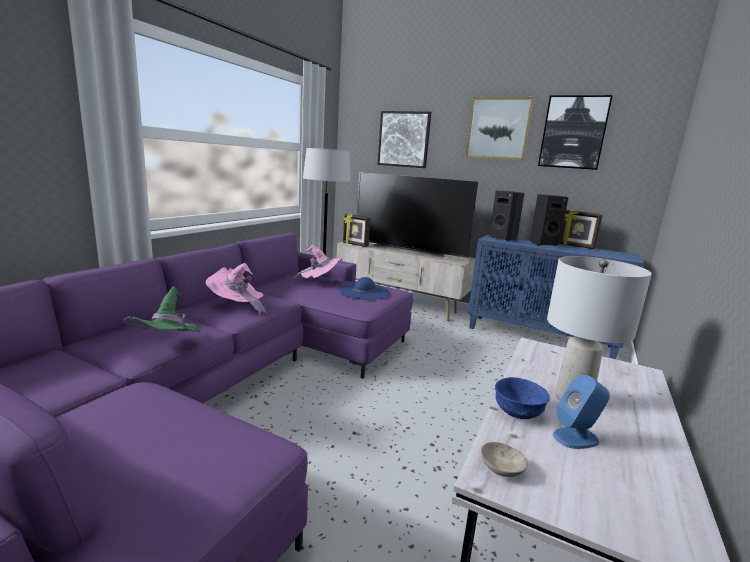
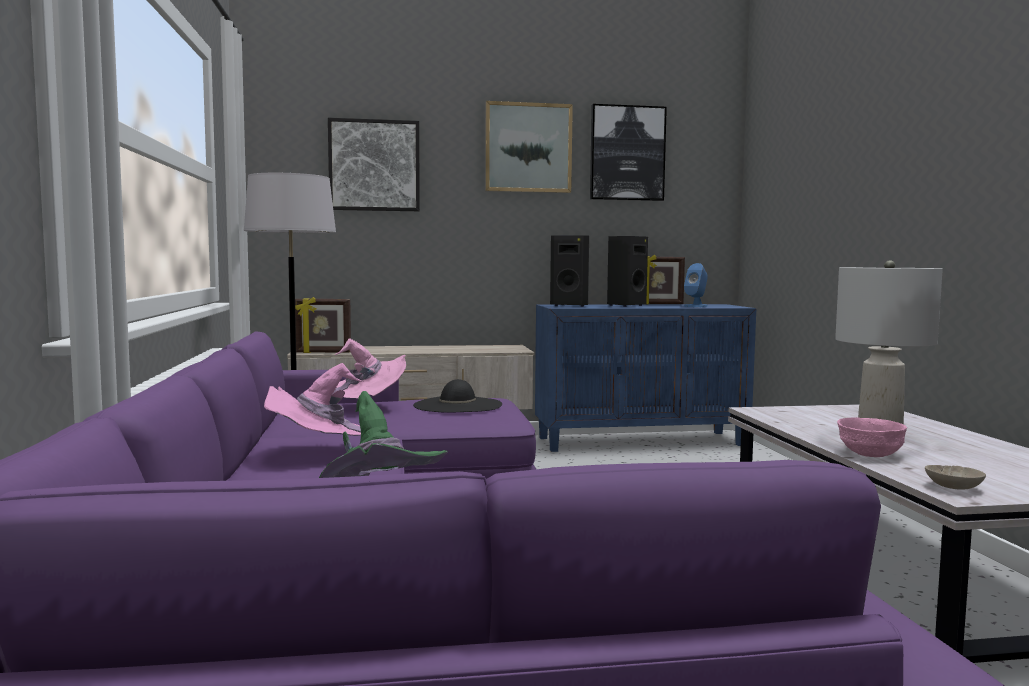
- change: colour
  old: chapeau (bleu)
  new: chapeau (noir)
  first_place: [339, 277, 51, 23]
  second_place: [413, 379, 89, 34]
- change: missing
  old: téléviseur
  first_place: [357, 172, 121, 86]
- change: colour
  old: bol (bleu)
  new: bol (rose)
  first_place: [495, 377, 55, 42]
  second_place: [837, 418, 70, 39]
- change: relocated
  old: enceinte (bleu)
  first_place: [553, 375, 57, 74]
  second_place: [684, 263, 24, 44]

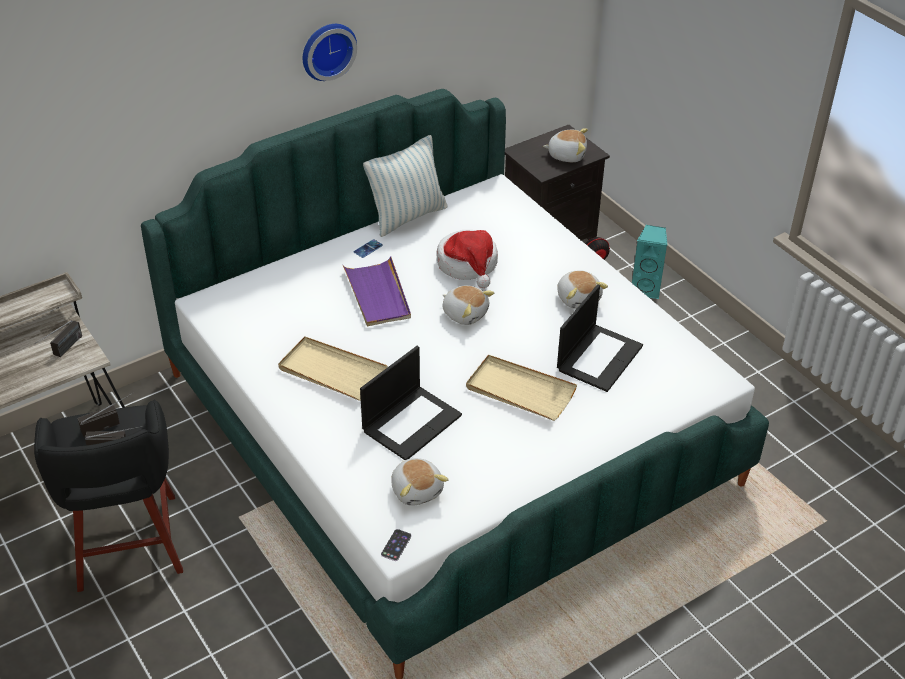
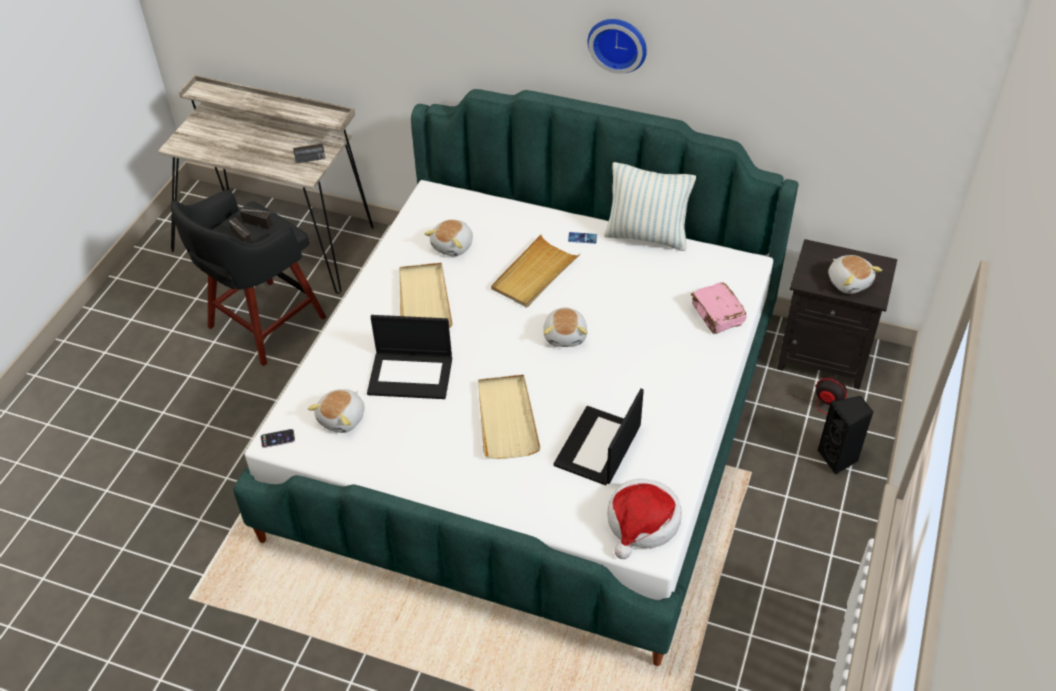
- change: colour
  old: plateau (violet)
  new: plateau (beige)
  first_place: [343, 256, 68, 70]
  second_place: [491, 235, 89, 73]
- change: relocated
  old: chapeau
  first_place: [436, 230, 62, 58]
  second_place: [607, 479, 75, 80]
- change: relocated
  old: peluche
  first_place: [557, 270, 51, 39]
  second_place: [425, 220, 48, 36]
- change: spun
  old: ordinateur portable
  first_place: [557, 284, 86, 108]
  second_place: [553, 388, 91, 97]
  degrees: 120
- change: colour
  old: enceinte (turquoise)
  new: enceinte (noir)
  first_place: [632, 225, 35, 74]
  second_place: [818, 396, 55, 79]
- change: appeared
  new: livre (rose)
  second_place: [691, 282, 56, 52]

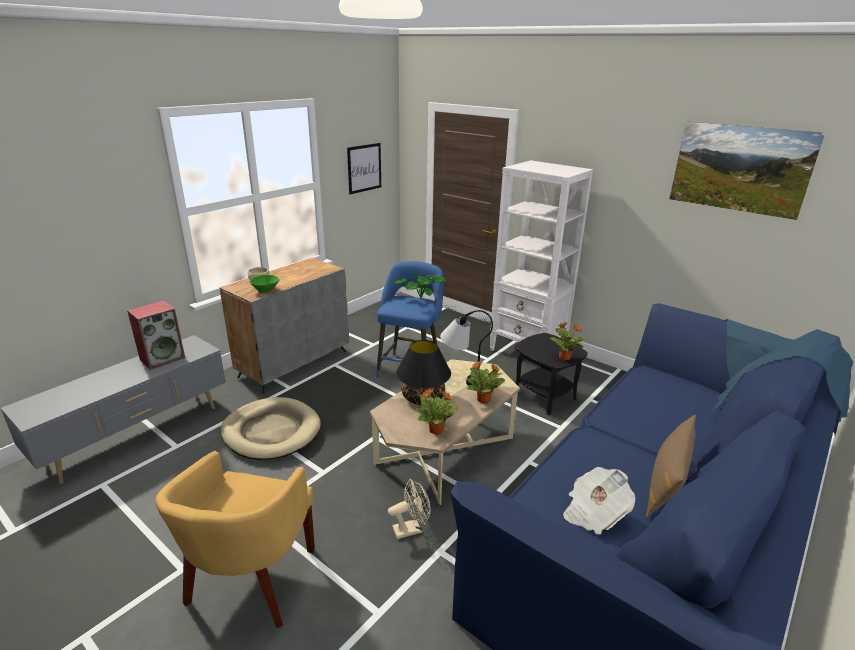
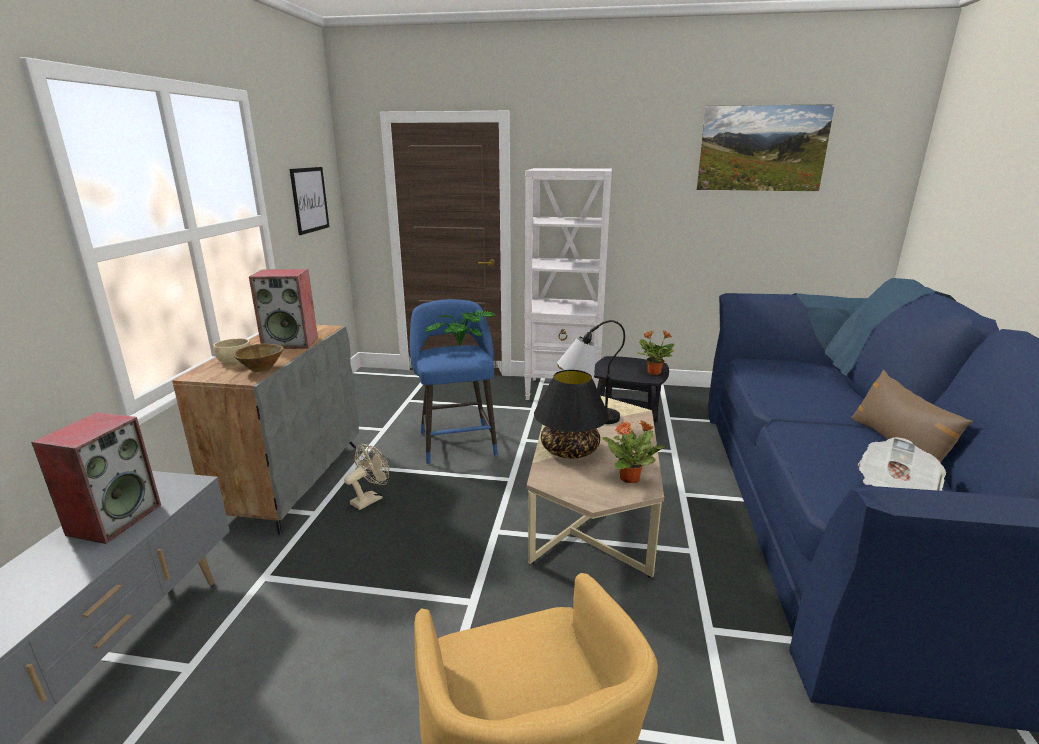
- change: missing
  old: panier pour chien (beige)
  first_place: [221, 397, 100, 63]
- change: colour
  old: bol (vert)
  new: bol (marron)
  first_place: [249, 274, 31, 19]
  second_place: [234, 344, 50, 28]
- change: relocated
  old: ventilateur (beige)
  first_place: [388, 479, 43, 60]
  second_place: [344, 444, 45, 66]
- change: missing
  old: plante en pot
  first_place: [466, 361, 39, 43]
- change: appeared
  new: enceinte
  second_place: [249, 269, 69, 80]

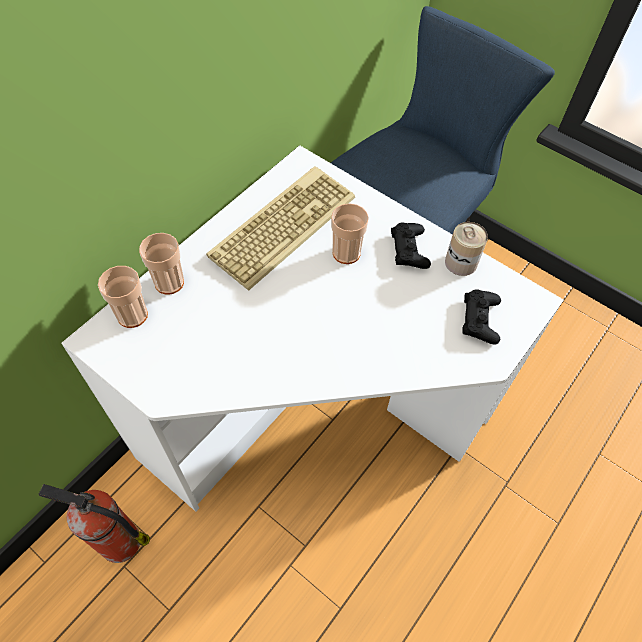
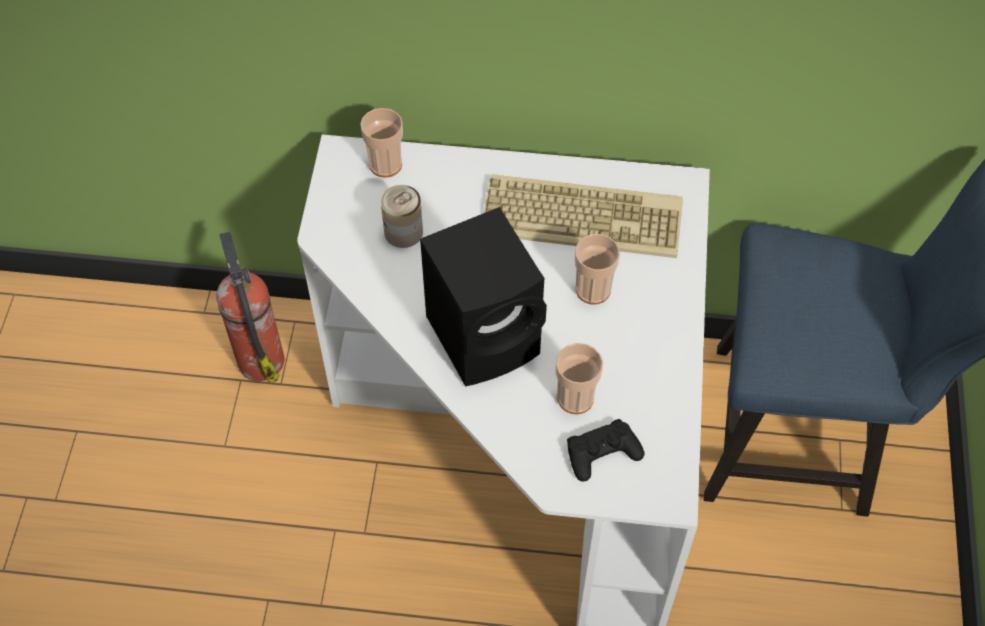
- change: relocated
  old: tasse
  first_place: [139, 233, 45, 62]
  second_place: [556, 343, 47, 71]
- change: missing
  old: manette (noir)
  first_place: [391, 223, 40, 46]
- change: relocated
  old: boîte métallique
  first_place: [445, 222, 43, 54]
  second_place: [381, 185, 42, 63]
- change: appeared
  new: enceinte (noir)
  second_place: [420, 207, 127, 179]

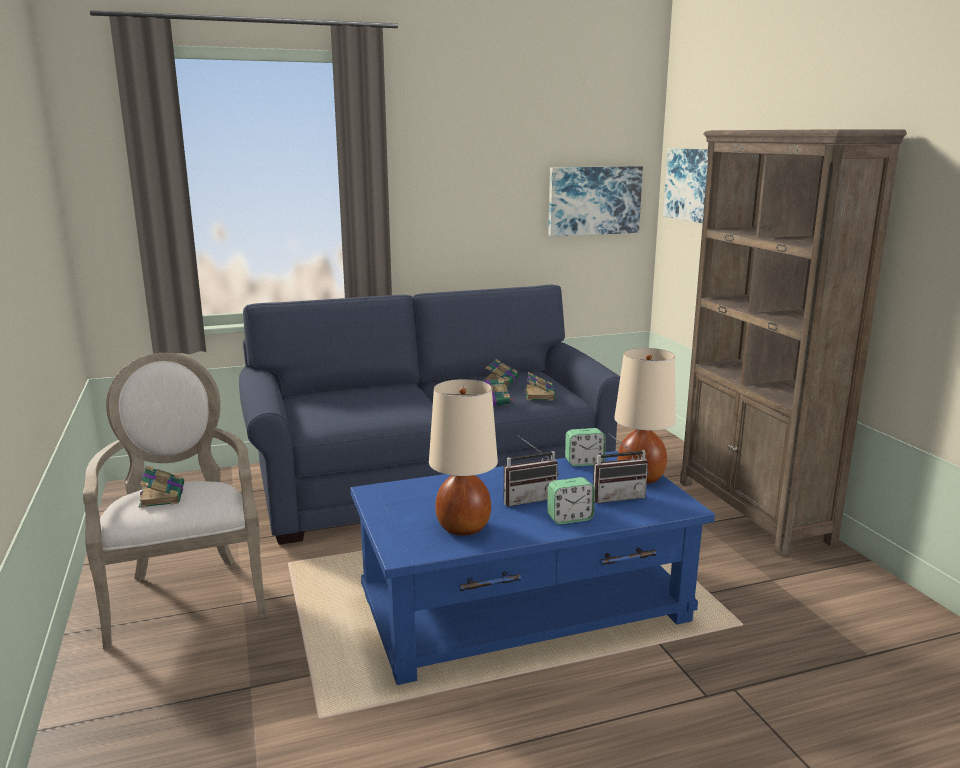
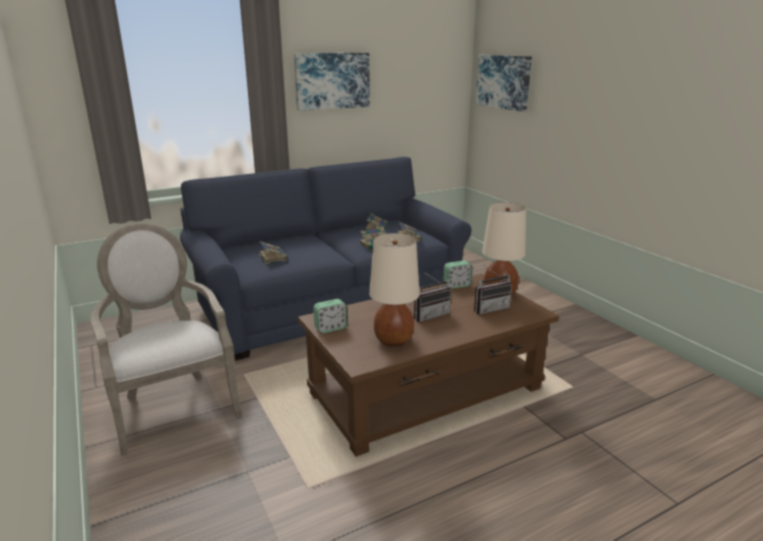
- change: relocated
  old: livre
  first_place: [139, 466, 45, 42]
  second_place: [259, 241, 29, 23]
- change: colour
  old: table basse (bleu)
  new: table basse (marron)
  first_place: [350, 451, 365, 234]
  second_place: [298, 274, 261, 183]
- change: relocated
  old: réveil
  first_place: [547, 477, 48, 47]
  second_place: [313, 299, 35, 34]
- change: relocated
  old: tableau
  first_place: [548, 166, 95, 70]
  second_place: [294, 53, 76, 58]
- change: missing
  old: bibliothèque (marron)
  first_place: [680, 129, 227, 427]

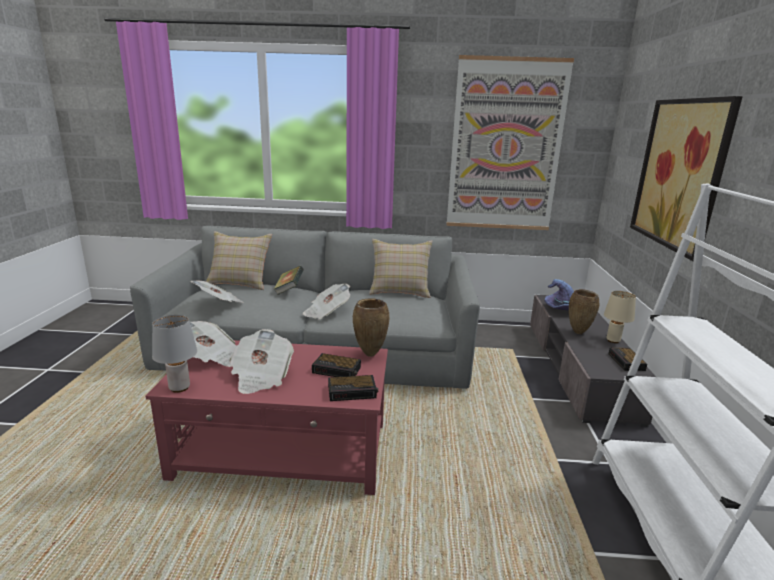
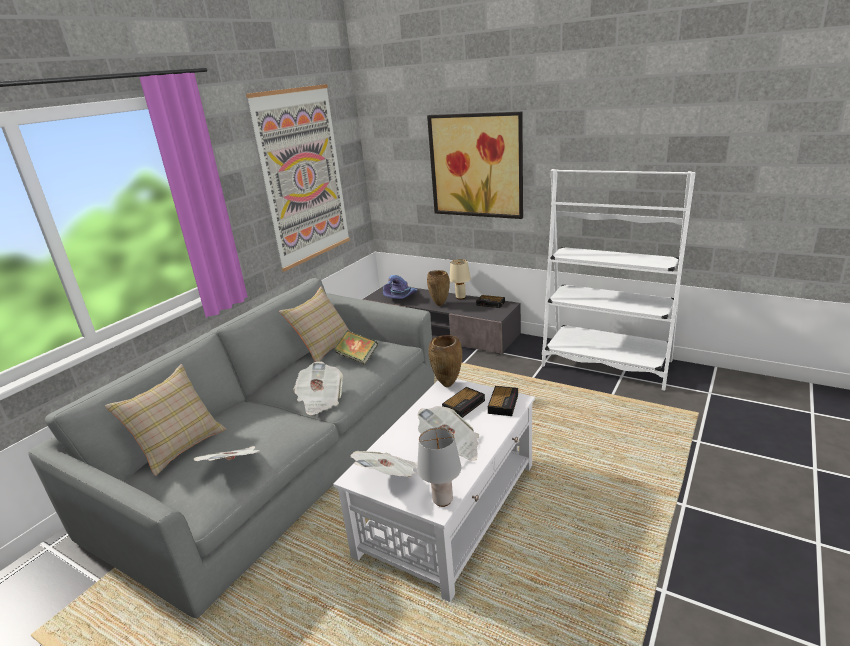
- change: colour
  old: table basse (rouge)
  new: table basse (blanc)
  first_place: [145, 340, 243, 155]
  second_place: [333, 379, 202, 223]
- change: relocated
  old: livre
  first_place: [273, 266, 31, 29]
  second_place: [334, 330, 44, 35]

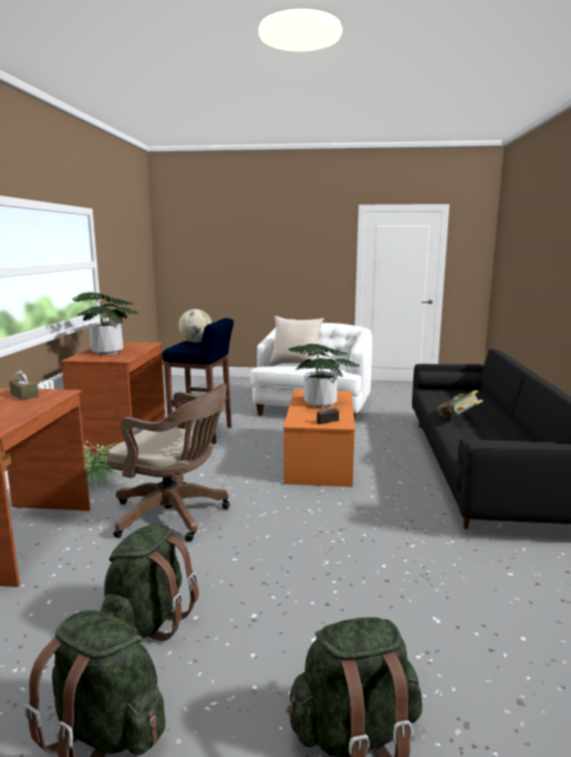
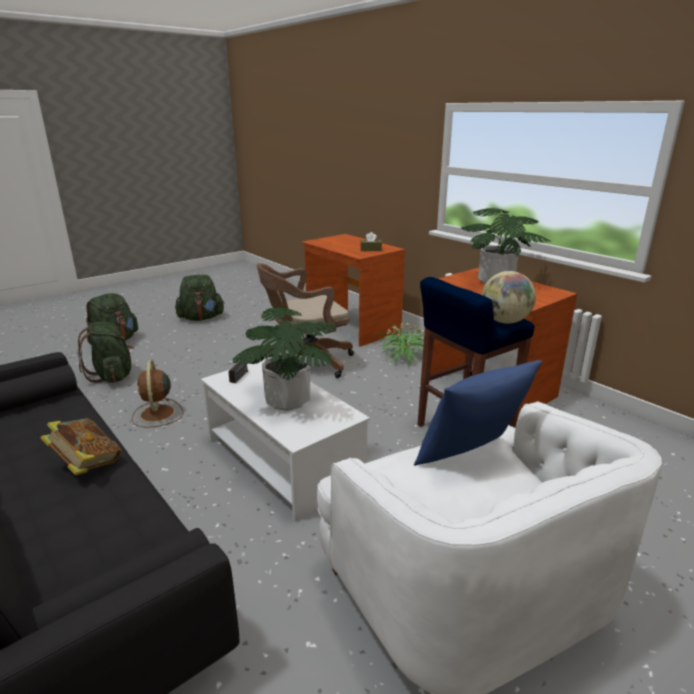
- change: relocated
  old: sac à dos (vert)
  first_place: [101, 524, 98, 117]
  second_place: [77, 322, 57, 61]
- change: colour
  old: coussin (beige)
  new: coussin (bleu)
  first_place: [269, 316, 55, 49]
  second_place: [414, 360, 128, 106]
- change: colour
  old: table basse (orange)
  new: table basse (blanc)
  first_place: [283, 390, 72, 97]
  second_place: [201, 357, 169, 165]
- change: appeared
  new: ventilateur (marron)
  second_place: [132, 360, 51, 68]

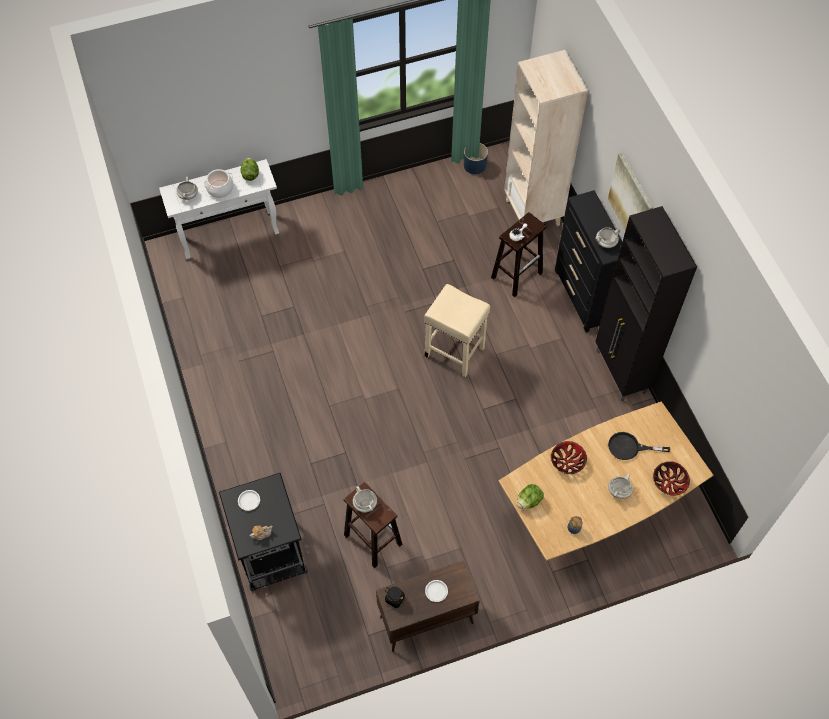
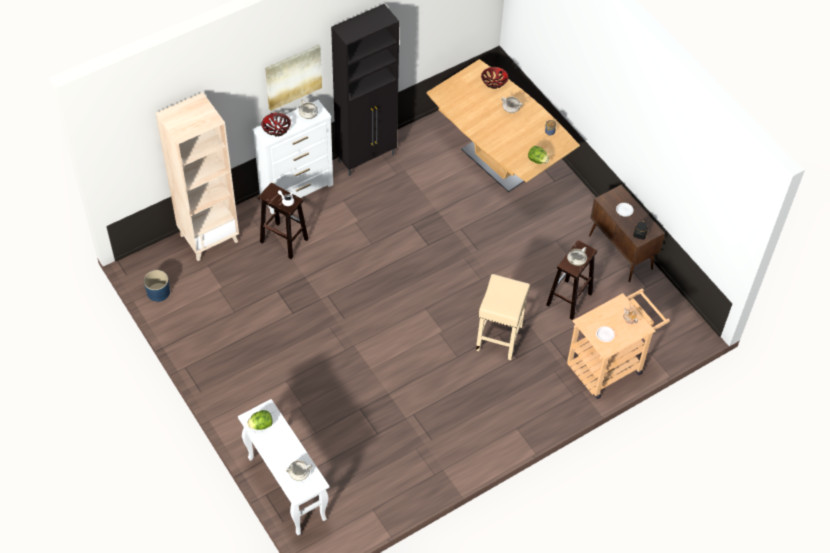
- change: missing
  old: marmite
  first_place: [204, 169, 30, 29]
- change: colour
  old: chariot (noir)
  new: chariot (beige)
  first_place: [219, 473, 89, 118]
  second_place: [567, 289, 103, 110]
- change: relocated
  old: tabouret (beige)
  first_place: [424, 284, 66, 93]
  second_place: [476, 274, 54, 86]
- change: relocated
  old: bol
  first_place: [551, 441, 36, 33]
  second_place: [261, 113, 30, 24]
- change: colour
  old: commode (noir)
  new: commode (blanc)
  first_place: [555, 190, 67, 142]
  second_place: [253, 100, 80, 114]
- change: missing
  old: poêle (noir)
  first_place: [608, 432, 62, 28]

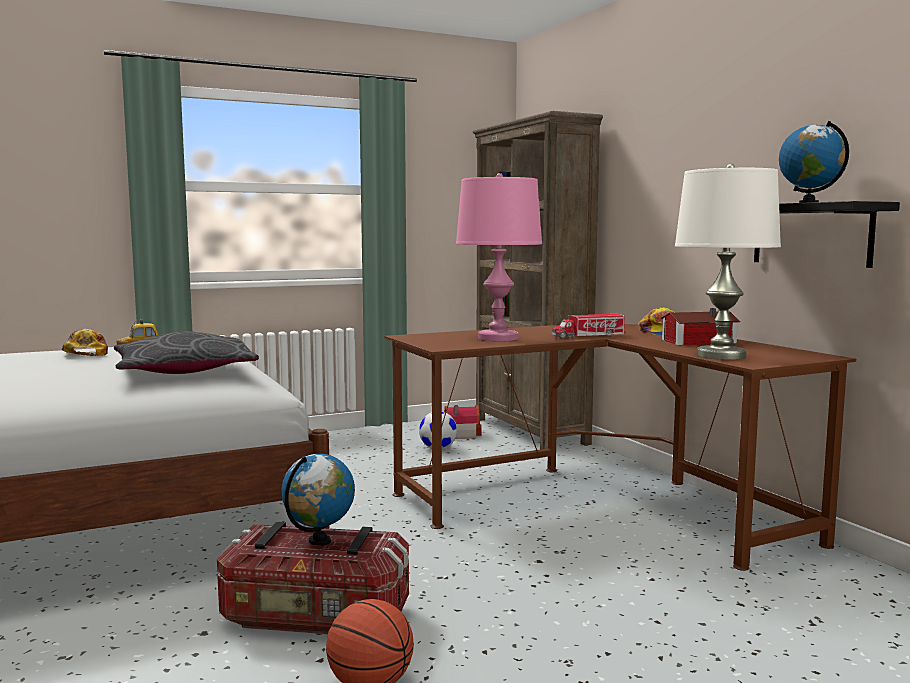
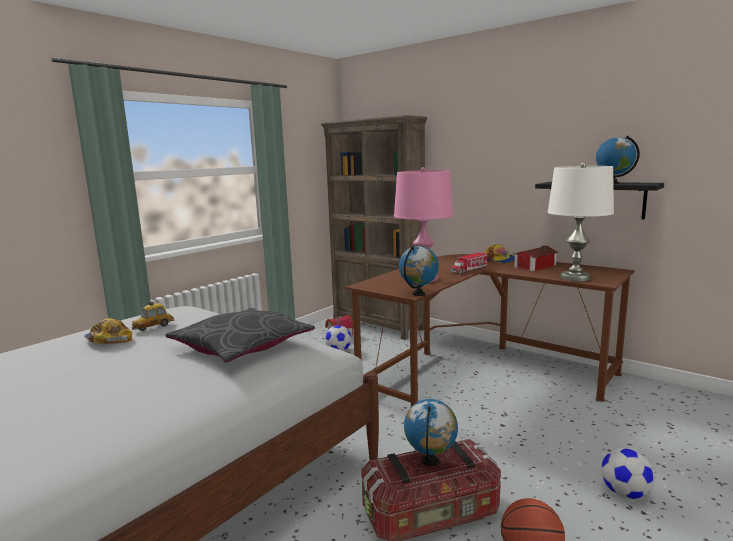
- change: appeared
  new: globe
  second_place: [399, 246, 40, 50]
- change: appeared
  new: ballon de foot
  second_place: [601, 448, 54, 51]

